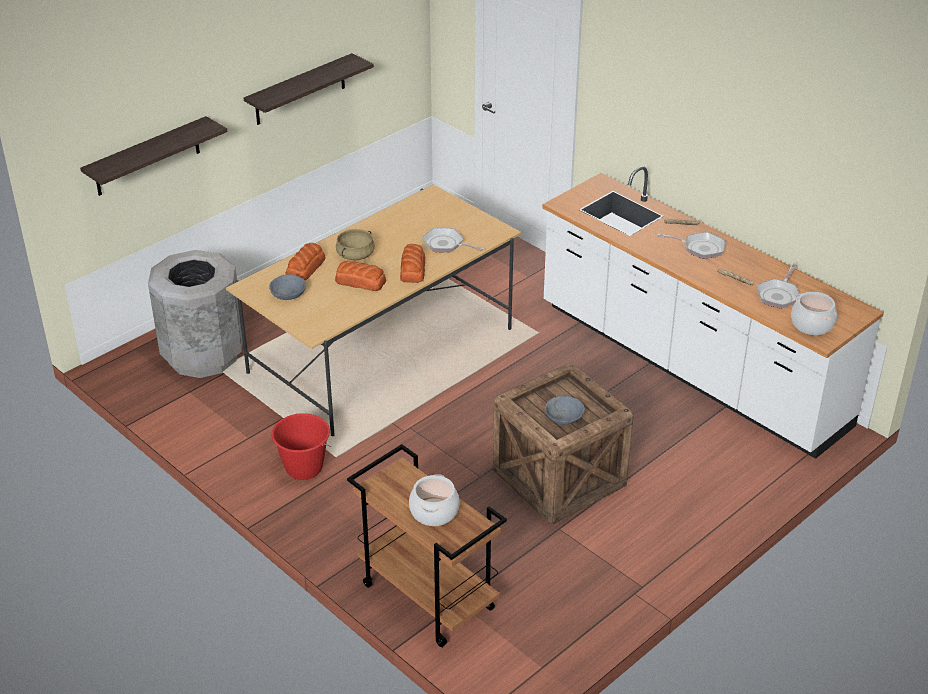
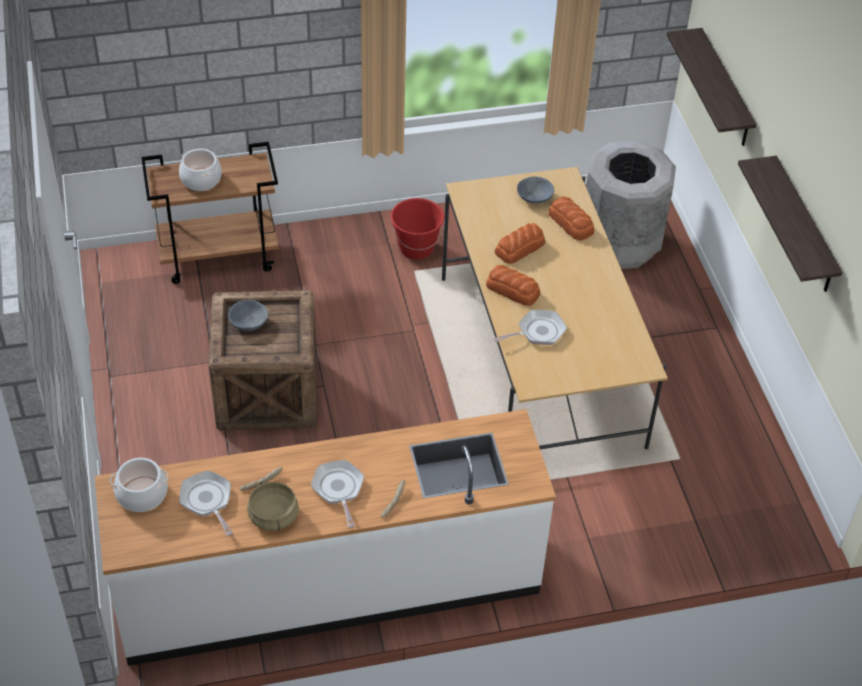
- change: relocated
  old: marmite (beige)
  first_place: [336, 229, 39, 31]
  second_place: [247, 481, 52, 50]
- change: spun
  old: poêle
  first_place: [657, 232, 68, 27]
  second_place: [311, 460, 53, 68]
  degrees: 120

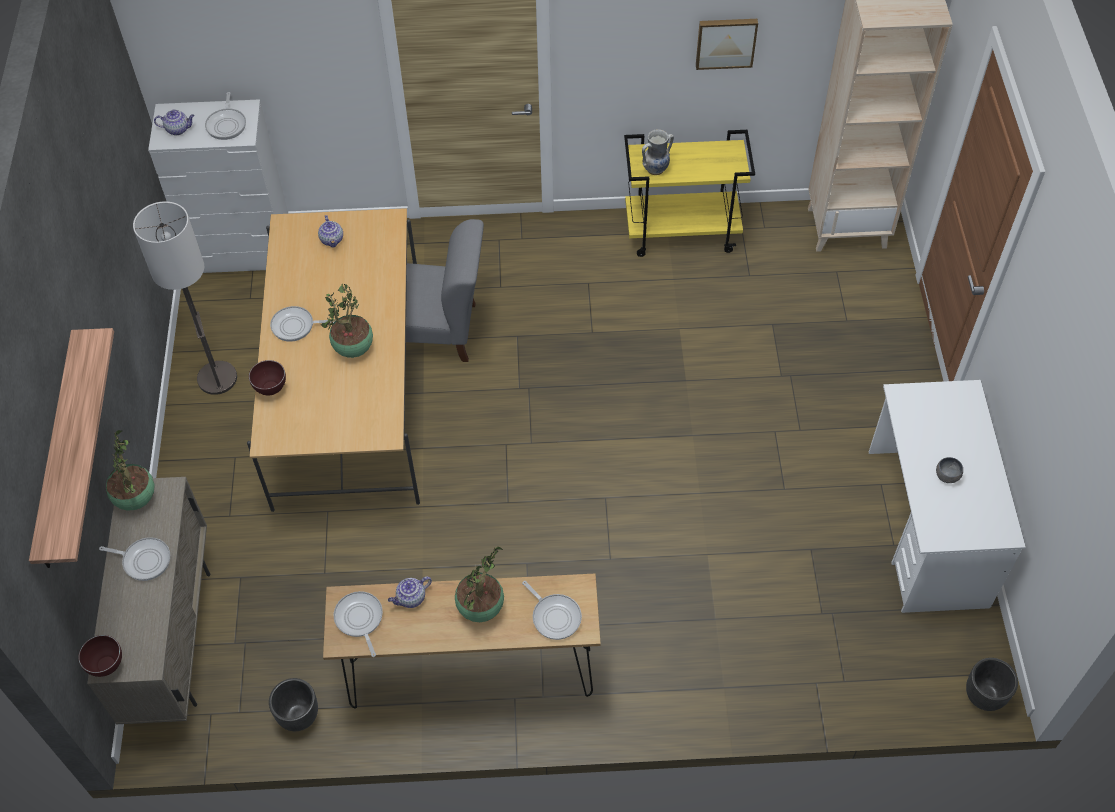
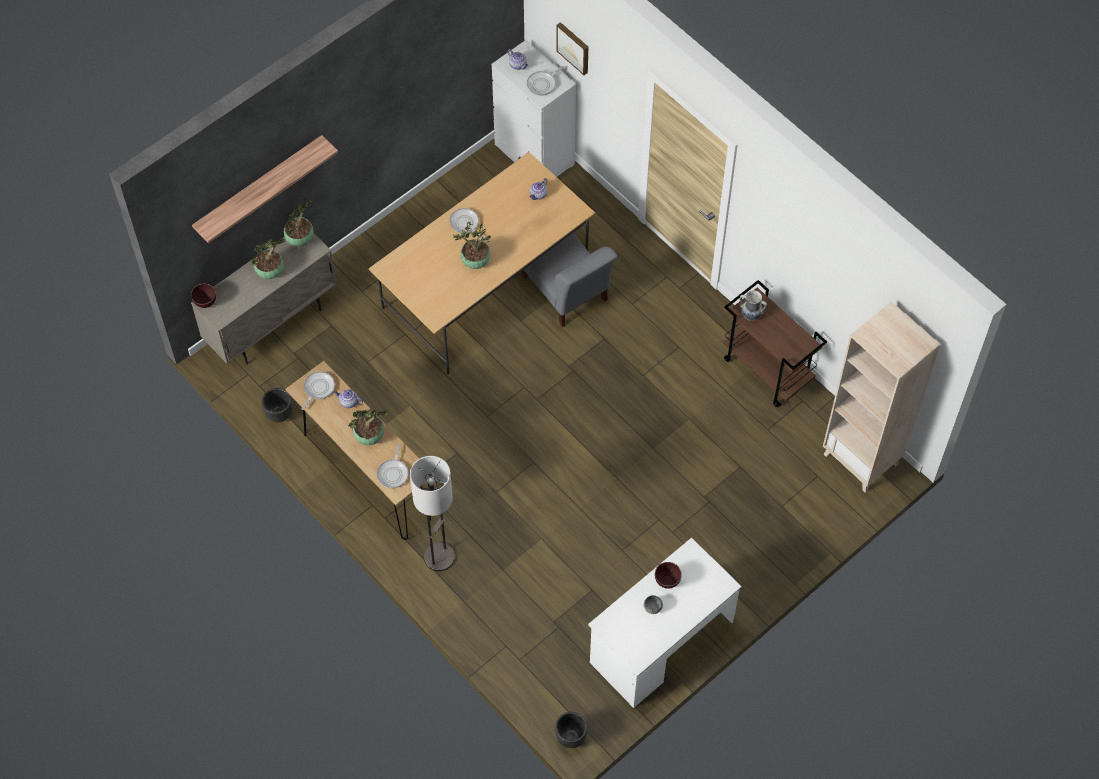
- change: exchanged
  old: poêle
  new: plante en pot
  first_place: [99, 537, 71, 44]
  second_place: [252, 238, 33, 41]
- change: relocated
  old: lampadaire
  first_place: [133, 201, 104, 194]
  second_place: [410, 456, 45, 115]
- change: relocated
  old: bol (marron)
  first_place: [249, 360, 37, 35]
  second_place: [655, 562, 27, 27]
- change: colour
  old: chariot (jaune)
  new: chariot (marron)
  first_place: [624, 130, 131, 127]
  second_place: [723, 280, 104, 127]
- change: relocated
  old: tableau
  first_place: [696, 19, 62, 51]
  second_place: [556, 22, 32, 53]

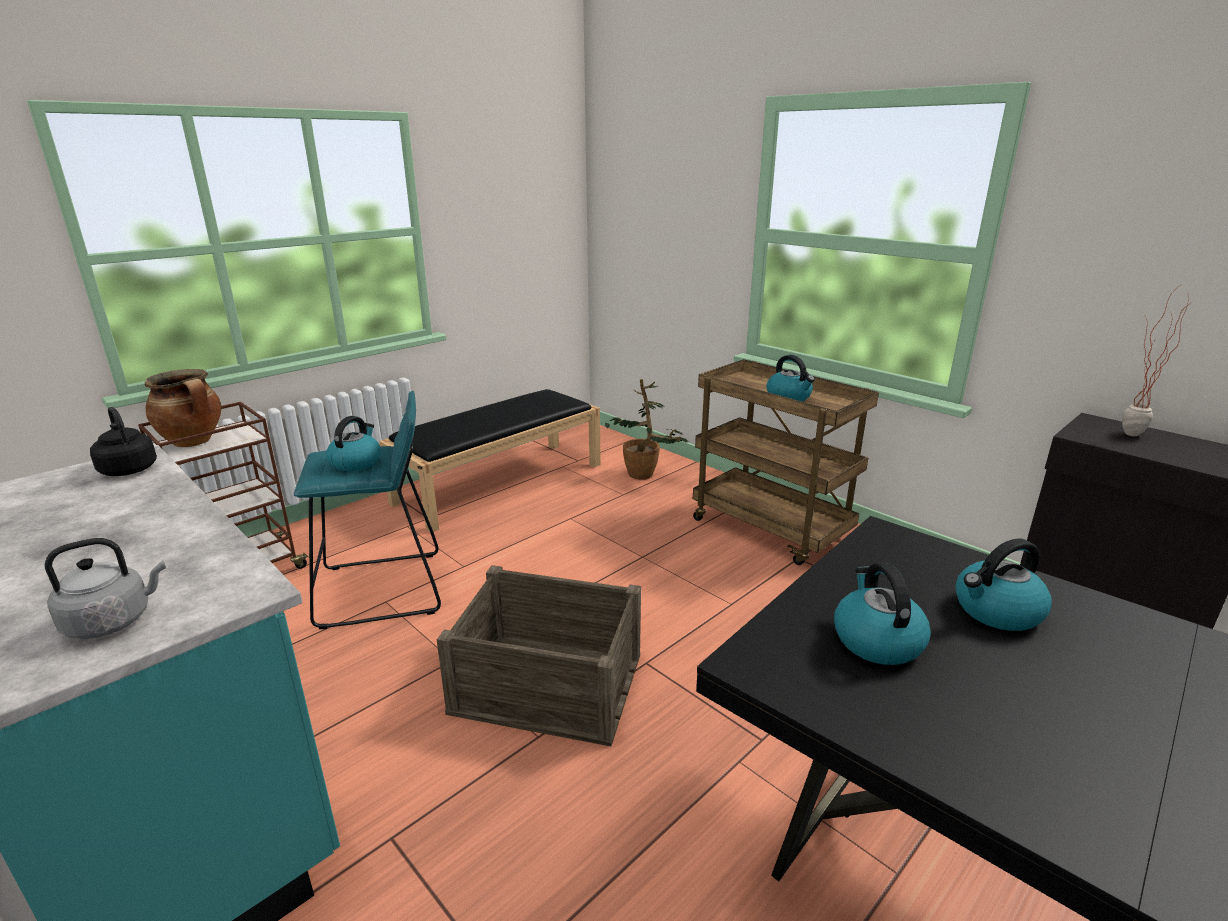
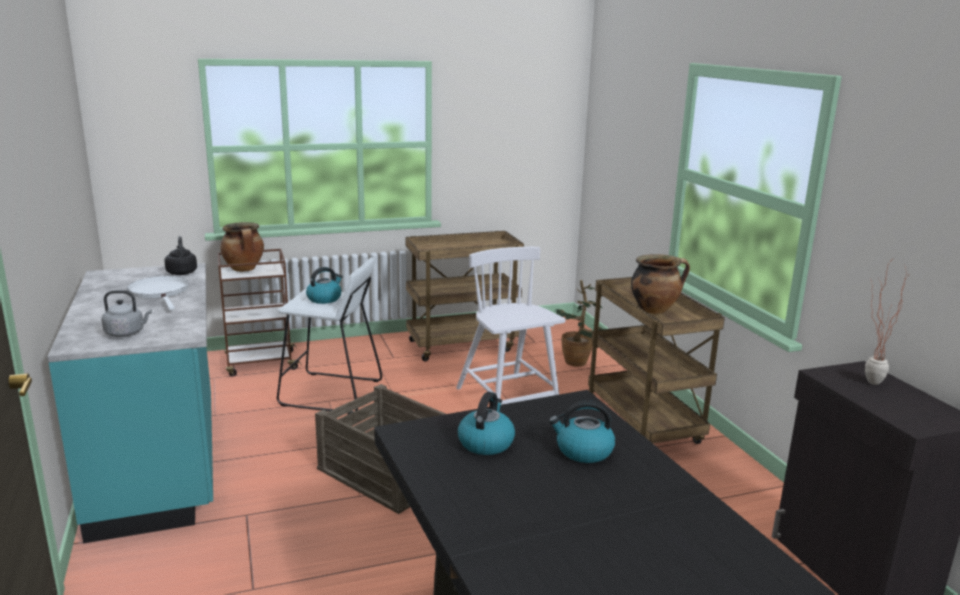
- change: colour
  old: tabouret (turquoise)
  new: tabouret (blanc)
  first_place: [294, 391, 147, 238]
  second_place: [277, 257, 105, 157]
- change: exchanged
  old: banc (noir)
  new: chariot (marron)
  first_place: [379, 389, 221, 143]
  second_place: [406, 231, 118, 131]
- change: exchanged
  old: bouilloire
  new: marmite
  first_place: [766, 355, 49, 46]
  second_place: [631, 254, 59, 60]
- change: appeared
  new: poêle (blanc)
  second_place: [127, 276, 62, 34]
- change: appeared
  new: chaise (blanc)
  second_place: [456, 247, 109, 158]

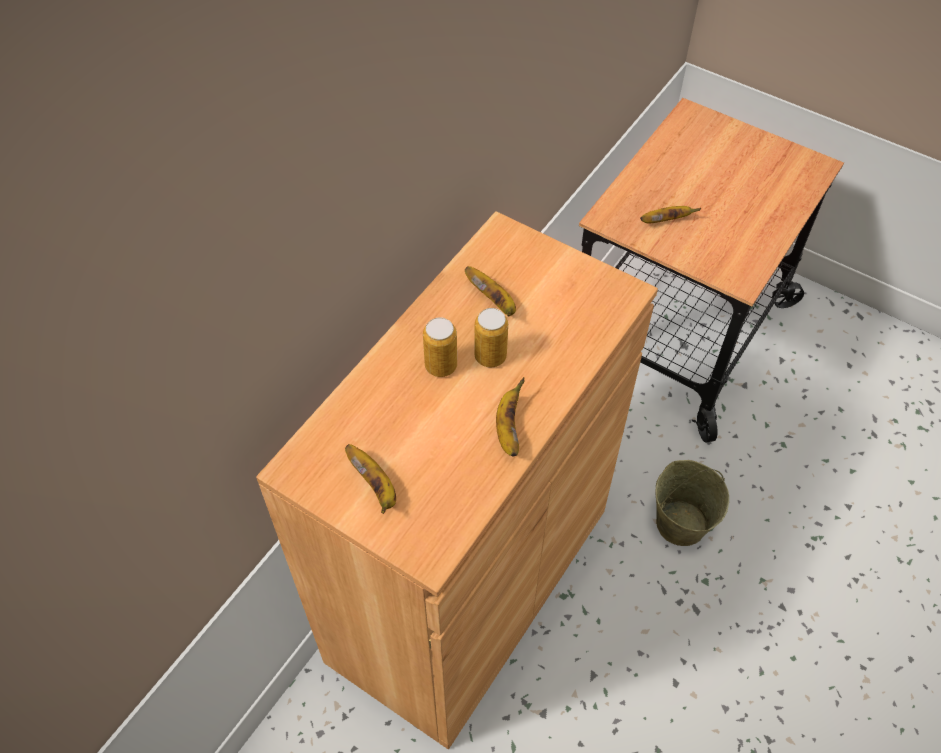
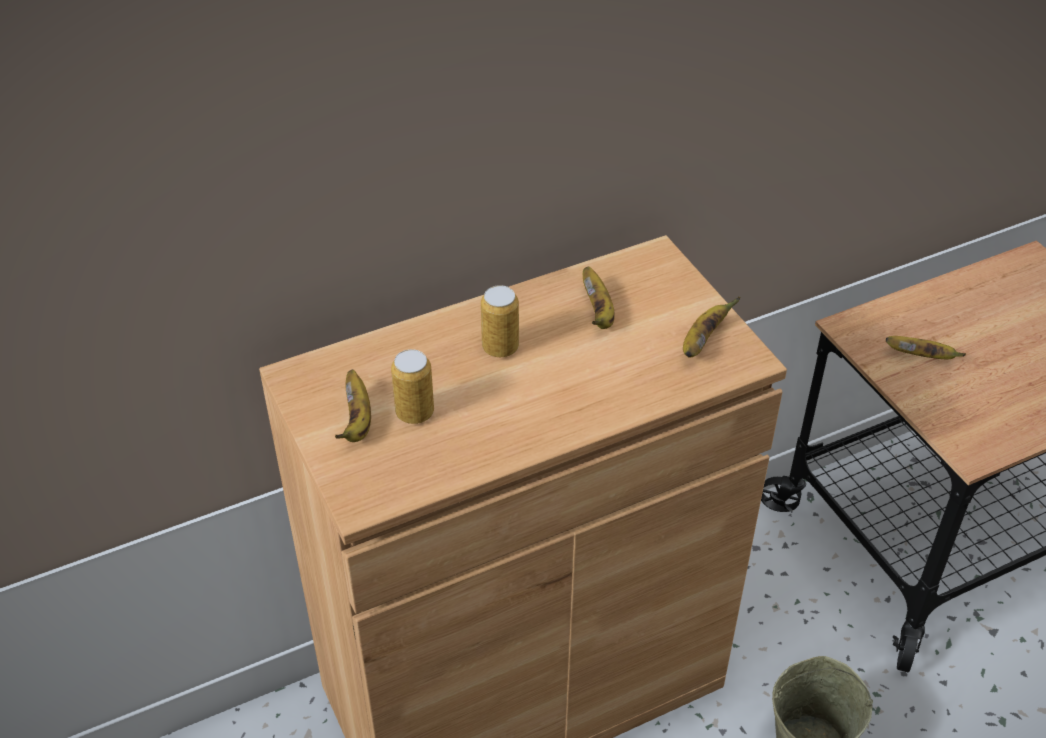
- change: relocated
  old: boîte métallique
  first_place: [474, 308, 34, 59]
  second_place: [391, 349, 43, 75]
- change: relocated
  old: banane
  first_place: [496, 377, 29, 80]
  second_place: [683, 296, 57, 62]

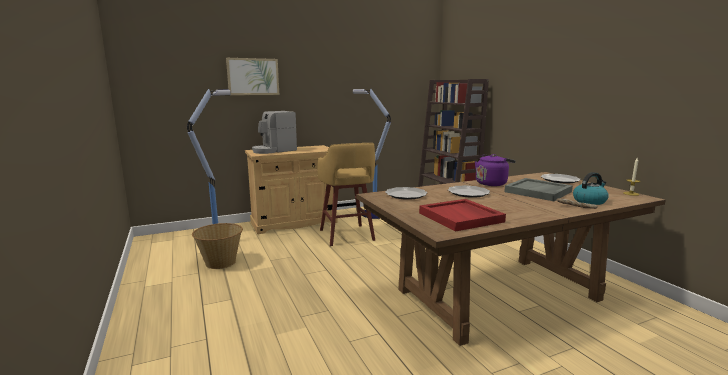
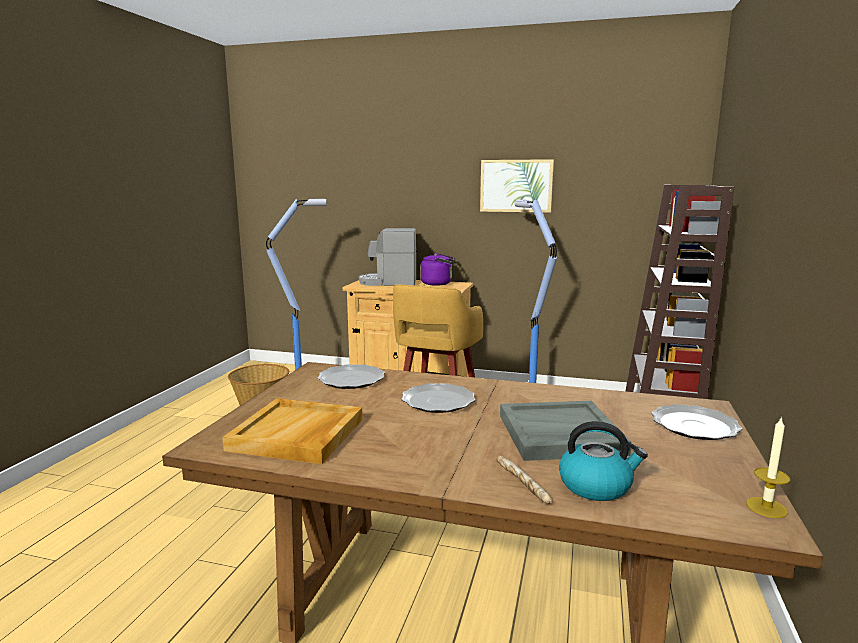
- change: relocated
  old: tableau
  first_place: [226, 58, 53, 37]
  second_place: [480, 159, 74, 54]
- change: colour
  old: plateau (rouge)
  new: plateau (beige)
  first_place: [419, 199, 87, 33]
  second_place: [222, 398, 141, 66]
- change: relocated
  old: bouilloire (violet)
  first_place: [475, 154, 41, 32]
  second_place: [420, 253, 35, 33]

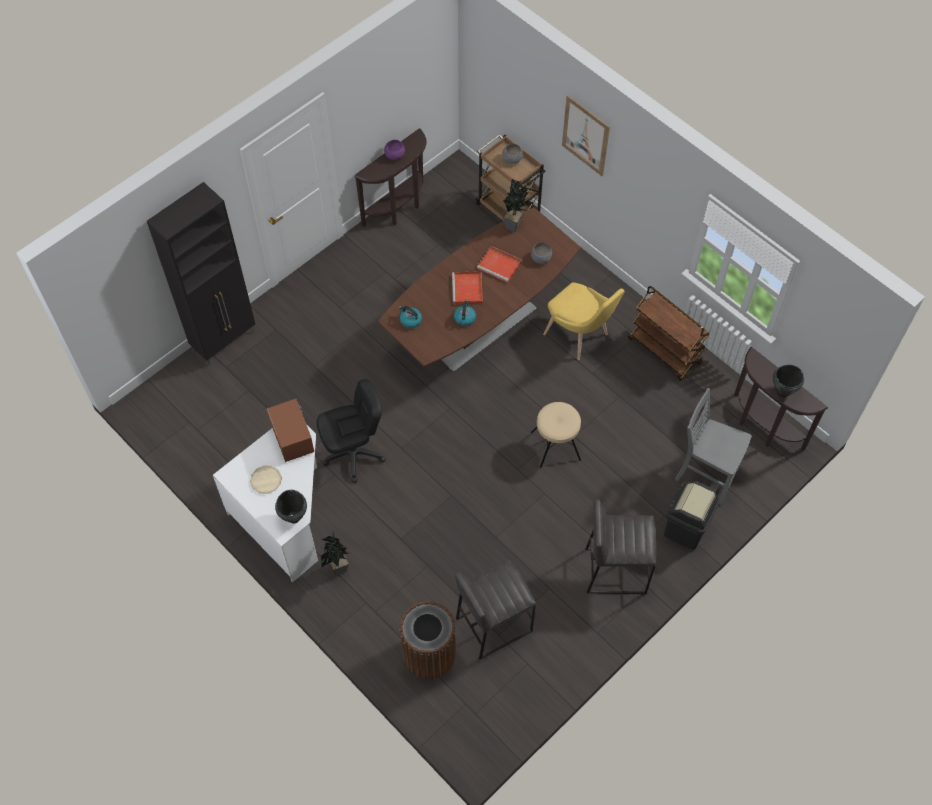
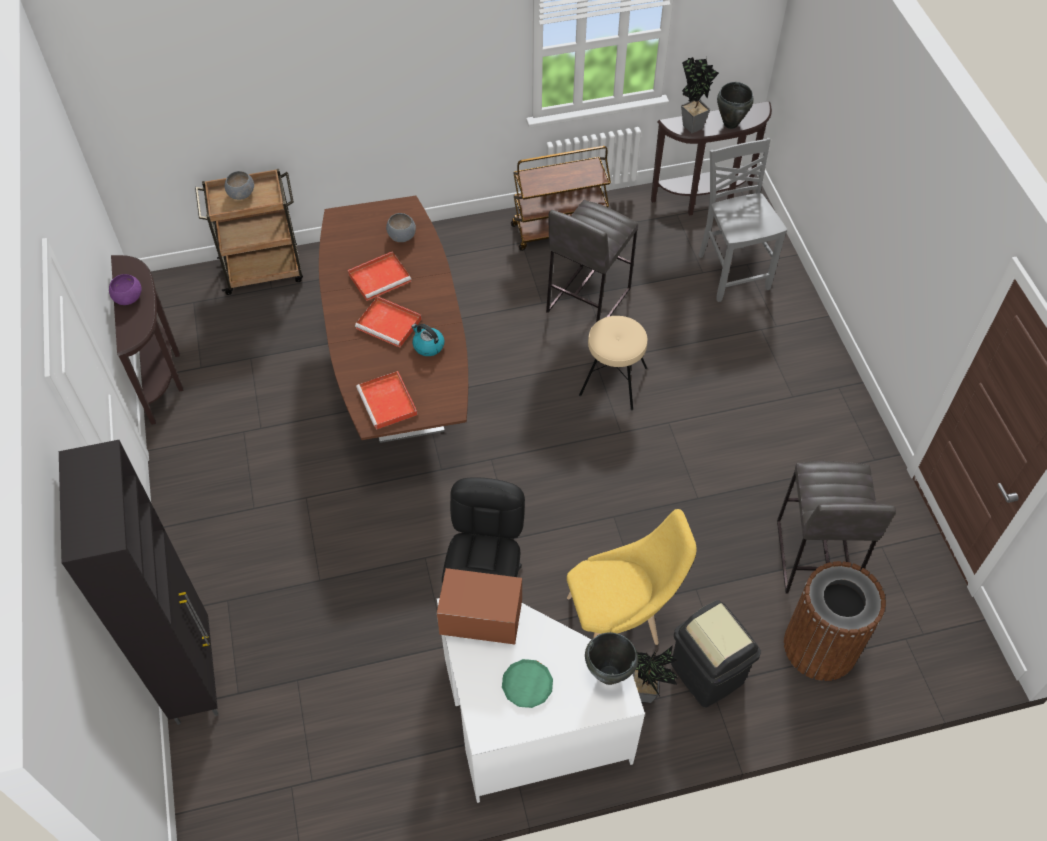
- change: colour
  old: assiette (beige)
  new: assiette (vert)
  first_place: [250, 466, 32, 28]
  second_place: [502, 659, 51, 49]
- change: exchanged
  old: bouilloire
  new: plateau (rouge)
  first_place: [399, 306, 23, 22]
  second_place: [356, 371, 61, 59]
- change: relocated
  old: plante en pot
  first_place: [503, 179, 30, 53]
  second_place: [681, 57, 38, 77]
- change: relocated
  old: chaise (jaune)
  first_place: [543, 282, 82, 78]
  second_place: [567, 509, 130, 136]
- change: missing
  old: tableau
  first_place: [562, 95, 48, 81]
- change: relocated
  old: tabouret (gris)
  first_place: [585, 499, 71, 95]
  second_place: [546, 200, 92, 122]
- change: relocated
  old: poubelle (noir)
  first_place: [664, 481, 56, 69]
  second_place: [671, 600, 90, 107]
- change: spun
  old: chaise (gris)
  first_place: [675, 388, 77, 117]
  second_place: [698, 138, 89, 164]
  degrees: 105

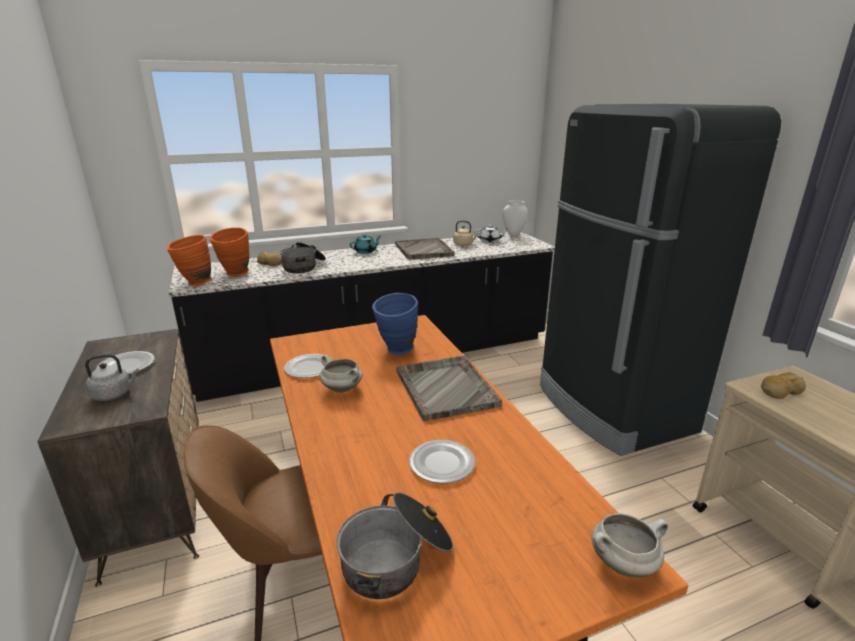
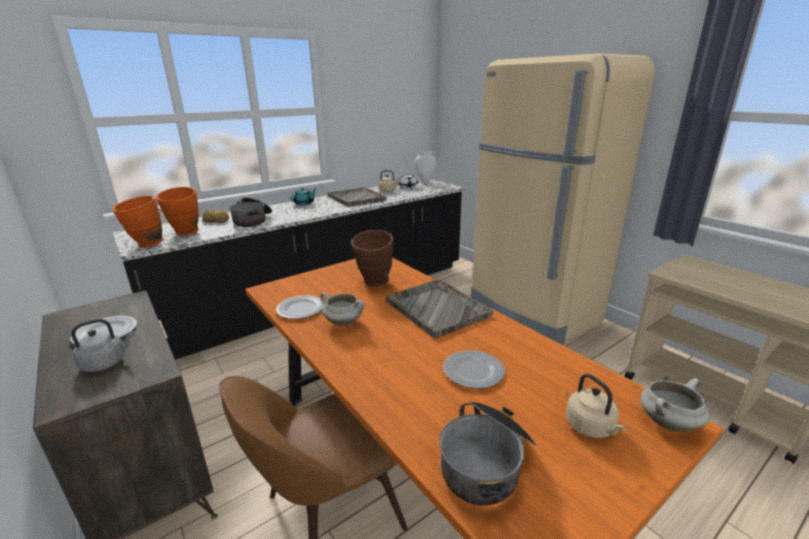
- change: colour
  old: vase (bleu)
  new: vase (marron)
  first_place: [372, 293, 46, 62]
  second_place: [351, 230, 43, 57]
- change: colour
  old: réfrigérateur (noir)
  new: réfrigérateur (beige)
  first_place: [540, 104, 241, 352]
  second_place: [471, 53, 184, 292]
- change: missing
  old: pain
  first_place: [761, 372, 45, 27]
- change: appeared
  new: bouilloire (beige)
  second_place: [566, 374, 60, 64]

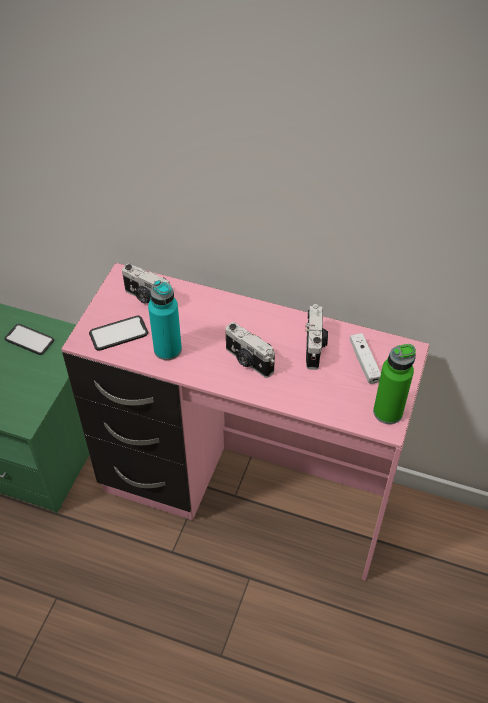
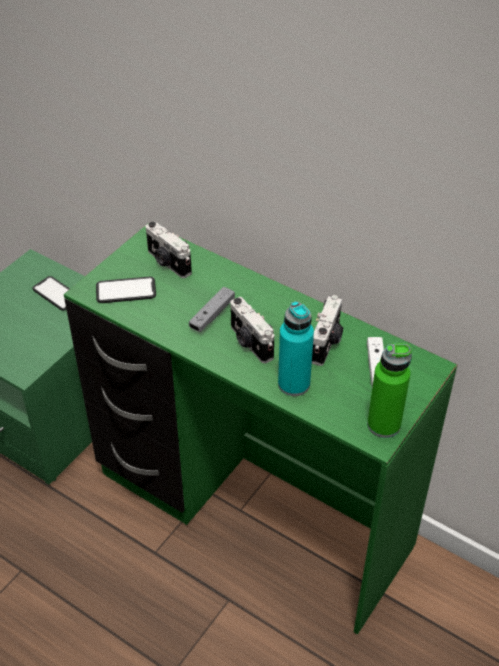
- change: colour
  old: bureau (rose)
  new: bureau (vert)
  first_place: [61, 263, 369, 318]
  second_place: [64, 223, 393, 411]
- change: relocated
  old: bouteille (turquoise)
  first_place: [148, 280, 34, 80]
  second_place: [278, 301, 36, 95]
- change: appeared
  new: manette (gris)
  second_place: [189, 287, 46, 45]

